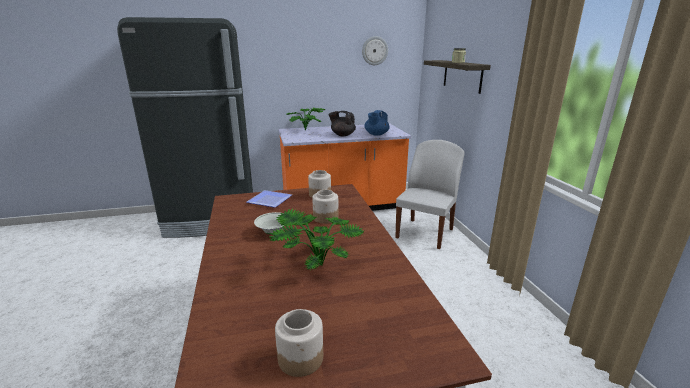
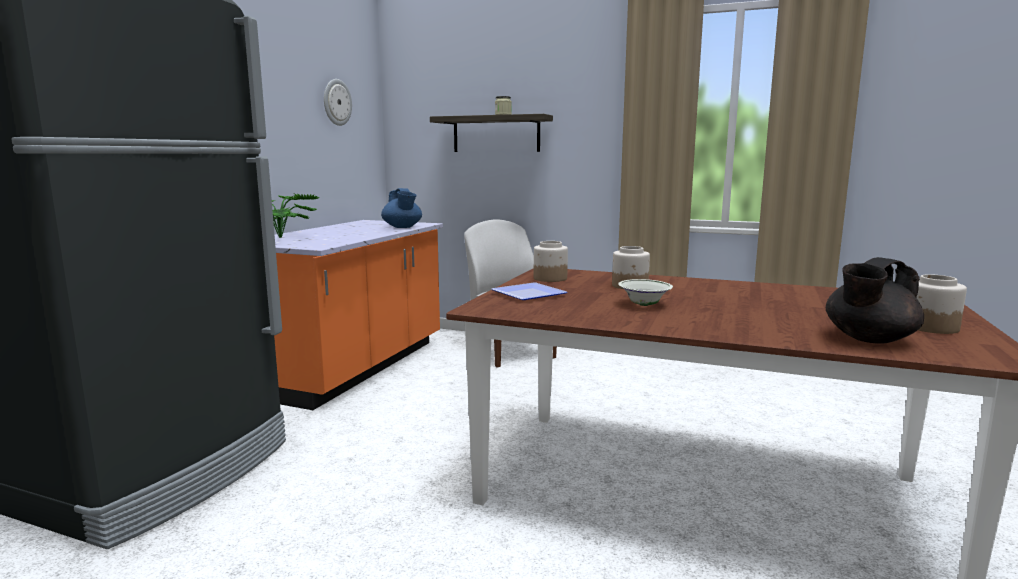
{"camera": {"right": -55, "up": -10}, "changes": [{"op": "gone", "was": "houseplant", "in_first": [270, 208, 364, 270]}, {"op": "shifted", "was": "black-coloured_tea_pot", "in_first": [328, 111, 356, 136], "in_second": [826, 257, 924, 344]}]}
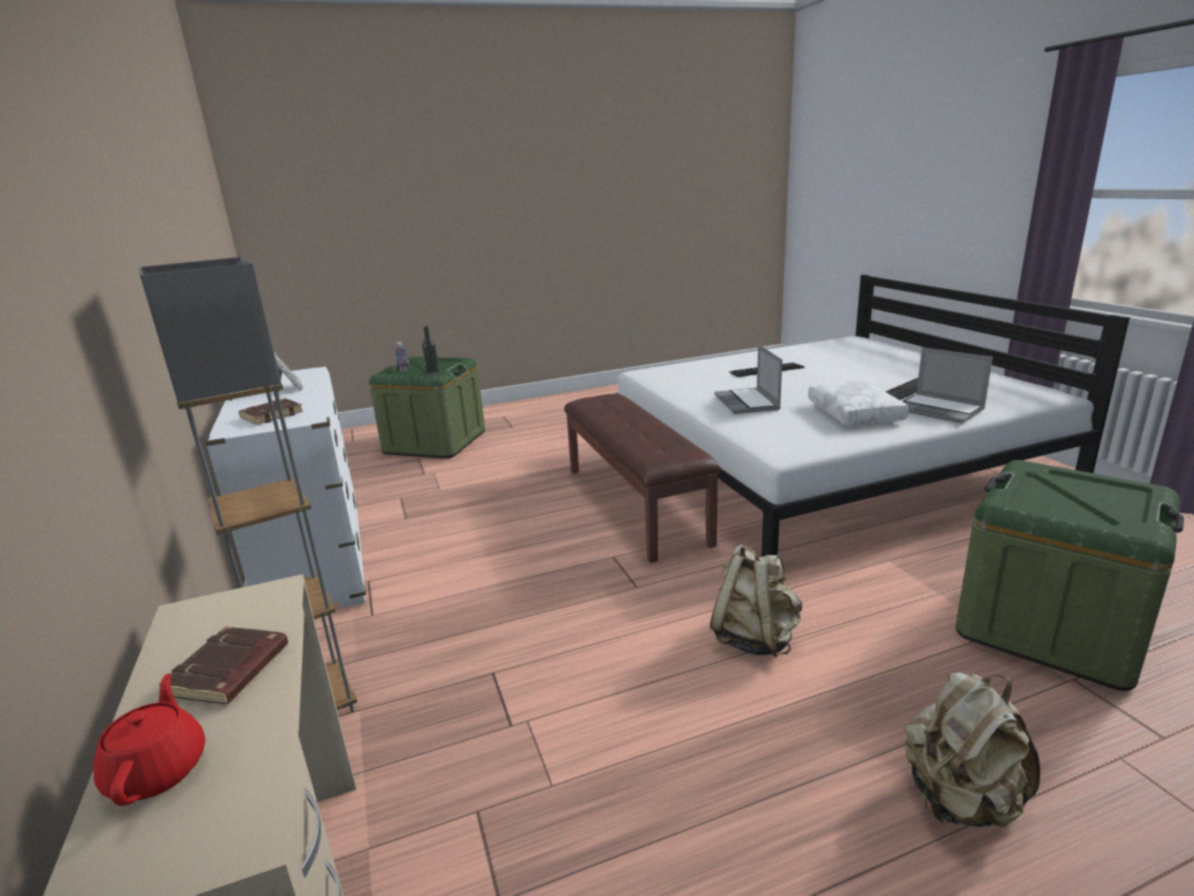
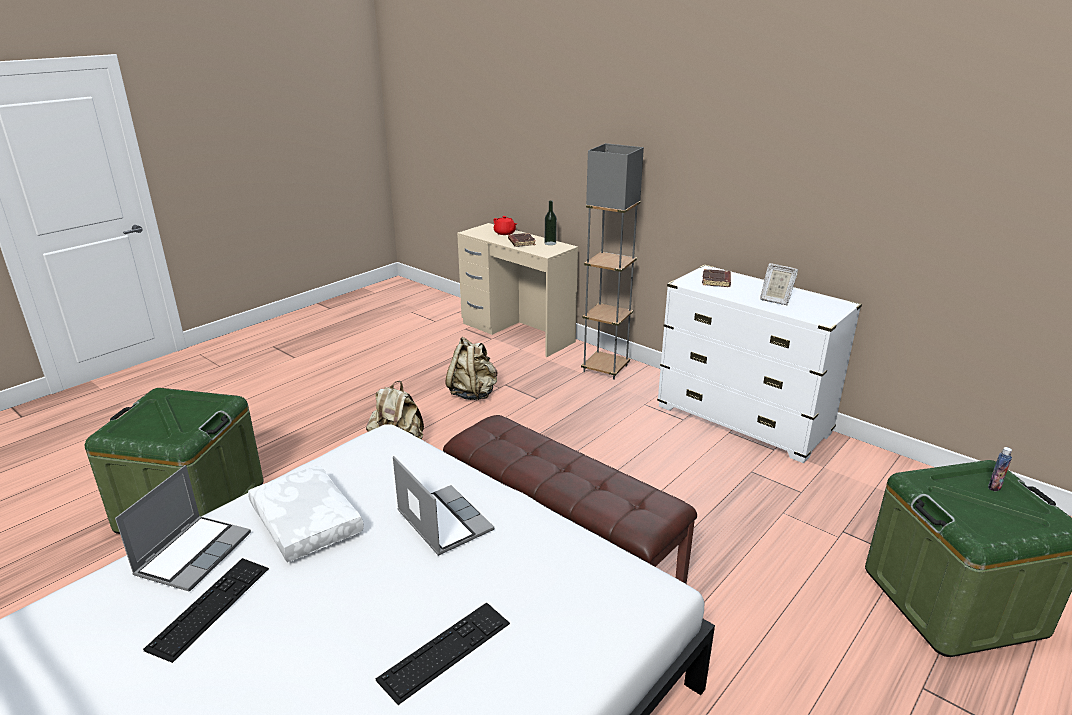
{"camera": {"right": 150, "up": 5}, "changes": [{"op": "shifted", "was": "bottle", "in_first": [422, 326, 439, 376], "in_second": [545, 200, 557, 245]}, {"op": "rotated", "was": "notebook_computer", "in_first": [902, 347, 993, 423], "in_second": [115, 465, 251, 592], "clockwise": 90}, {"op": "shifted", "was": "sand-coloured_knapsack", "in_first": [905, 672, 1040, 828], "in_second": [445, 337, 497, 400]}]}
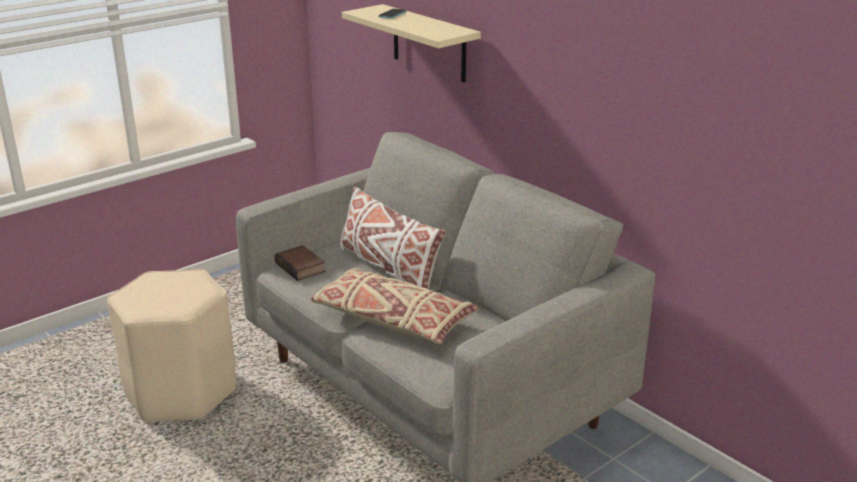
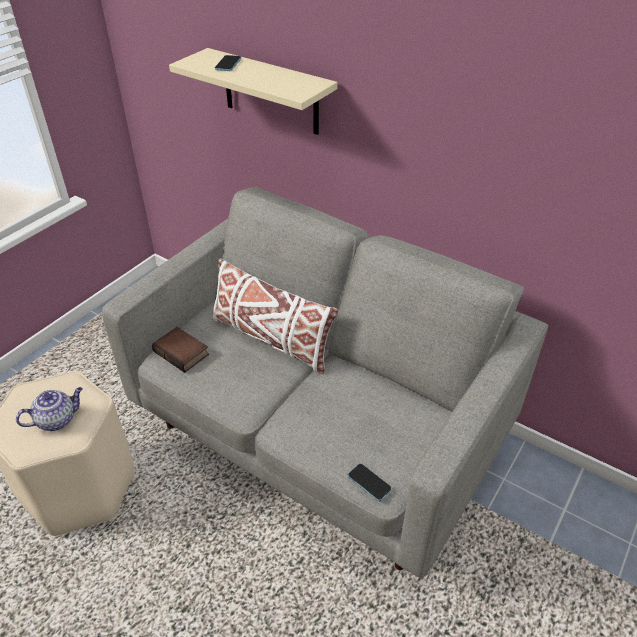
{"camera": {"right": -15, "up": 15}, "changes": [{"op": "gone", "was": "sand-coloured_cushion", "in_first": [311, 268, 479, 344]}, {"op": "new", "now": "tea_pot", "in_second": [16, 387, 83, 431]}, {"op": "new", "now": "telephone", "in_second": [348, 463, 392, 501]}]}
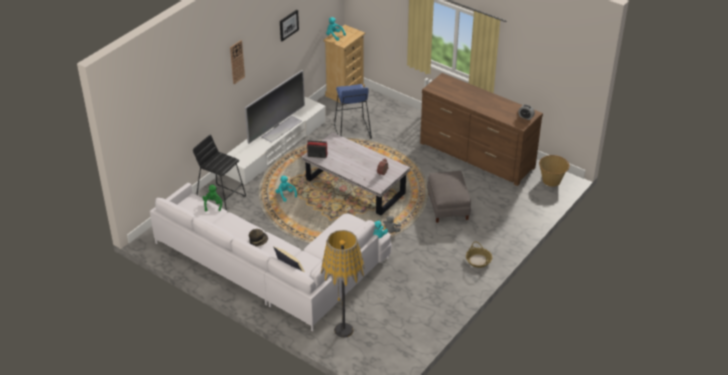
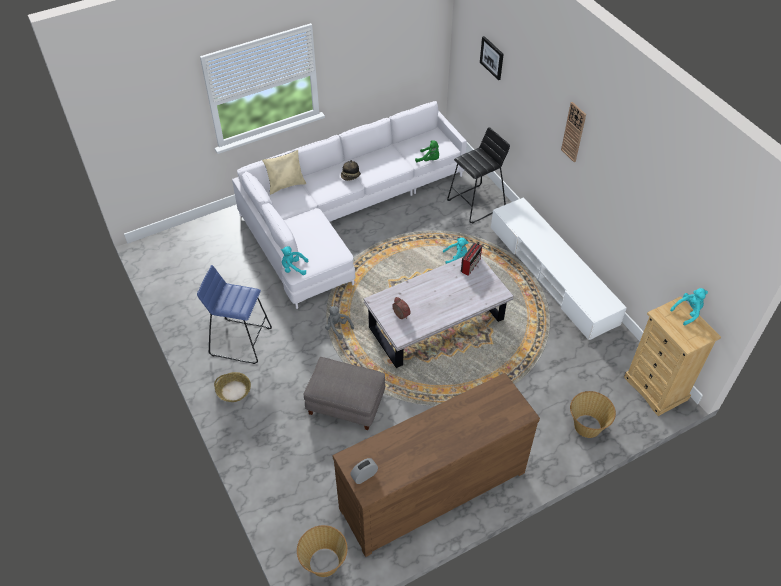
{"camera": {"right": 115, "up": 10}, "changes": [{"op": "gone", "was": "TV_set", "in_first": [245, 70, 305, 144]}, {"op": "shifted", "was": "picture", "in_first": [280, 10, 299, 41], "in_second": [480, 36, 504, 80]}, {"op": "gone", "was": "standing_lamp", "in_first": [320, 230, 365, 338]}, {"op": "shifted", "was": "blue-coloured_sitting_stool", "in_first": [334, 84, 372, 139], "in_second": [197, 265, 272, 364]}, {"op": "new", "now": "basket", "in_second": [570, 391, 616, 438]}]}
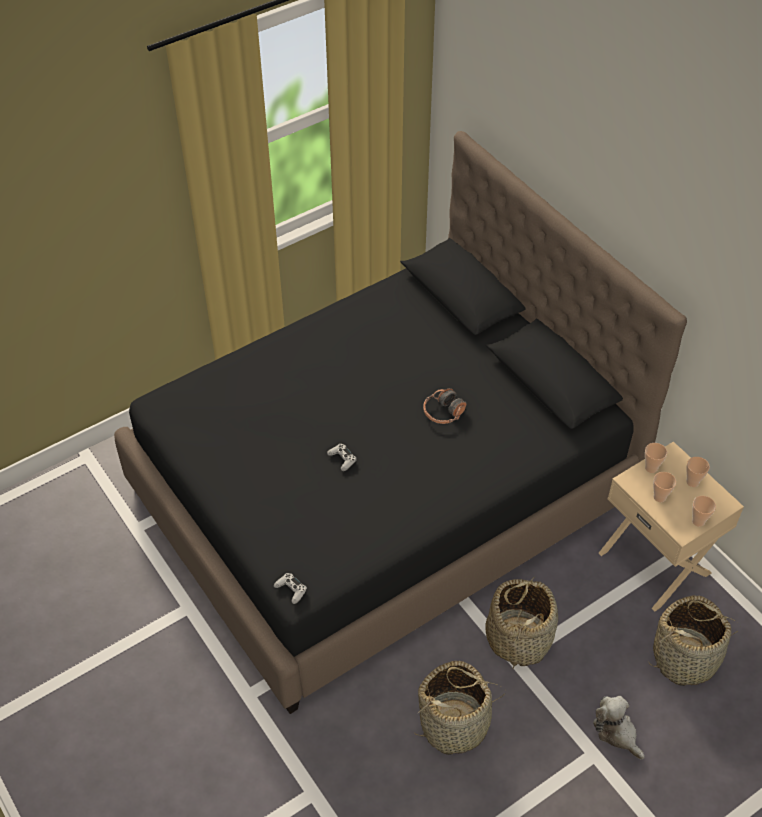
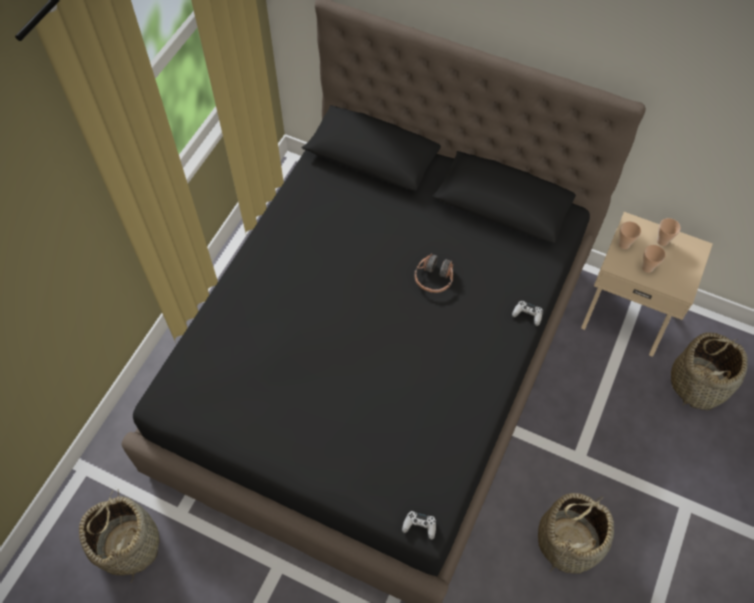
{"camera": {"right": -30, "up": 10}, "changes": [{"op": "shifted", "was": "white-coloured_joypad", "in_first": [327, 444, 357, 471], "in_second": [512, 301, 543, 326]}, {"op": "shifted", "was": "basket", "in_first": [485, 576, 558, 669], "in_second": [79, 490, 159, 583]}, {"op": "gone", "was": "soft_toy", "in_first": [593, 696, 644, 760]}, {"op": "gone", "was": "cup", "in_first": [692, 496, 716, 527]}]}
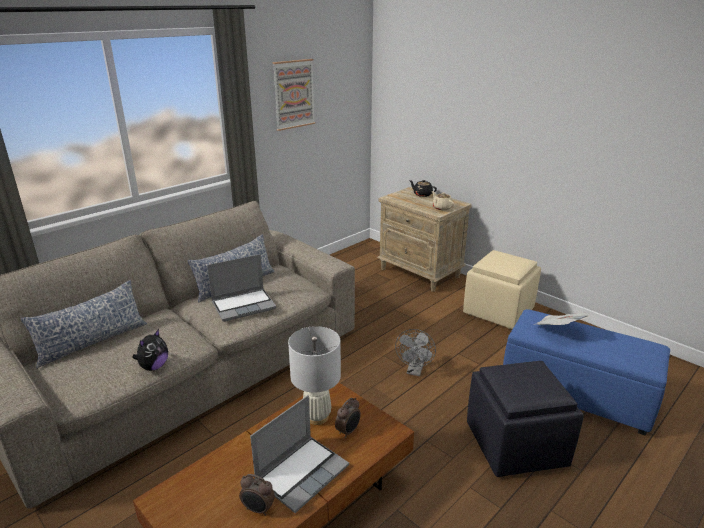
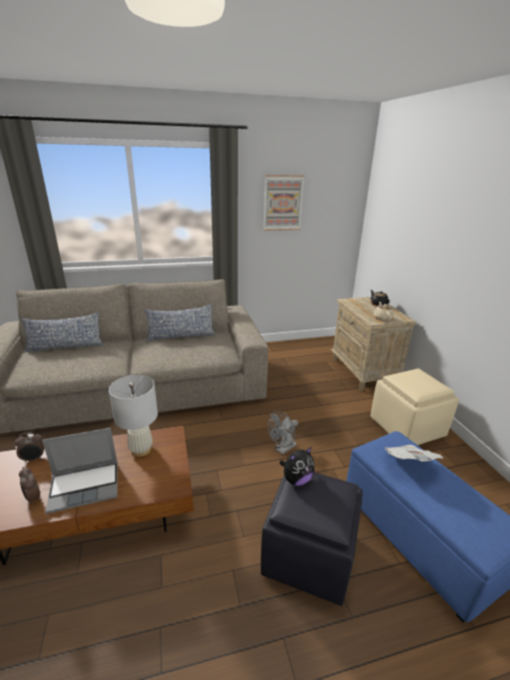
{"camera": {"right": 30, "up": 0}, "changes": [{"op": "shifted", "was": "soft_toy", "in_first": [132, 329, 168, 371], "in_second": [280, 447, 314, 486]}, {"op": "gone", "was": "notebook_computer", "in_first": [207, 254, 276, 322]}, {"op": "shifted", "was": "alarm_clock", "in_first": [335, 398, 361, 438], "in_second": [15, 432, 44, 463]}]}
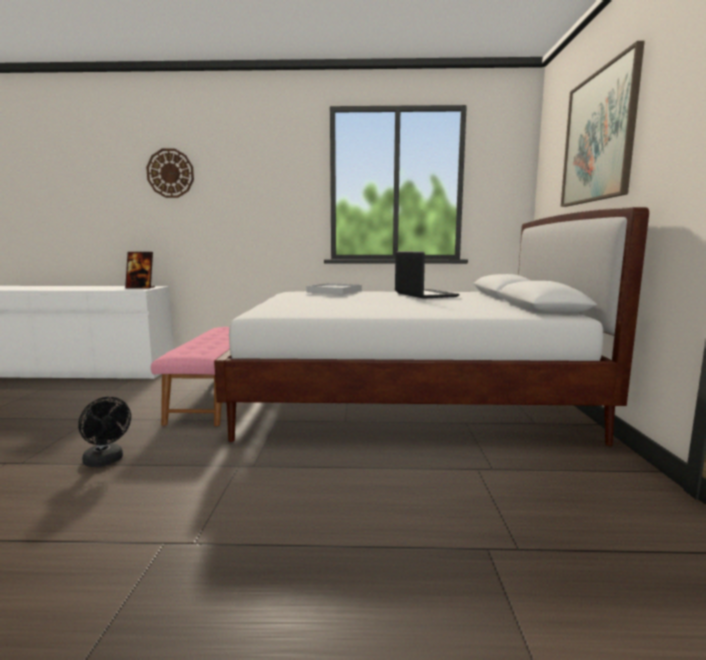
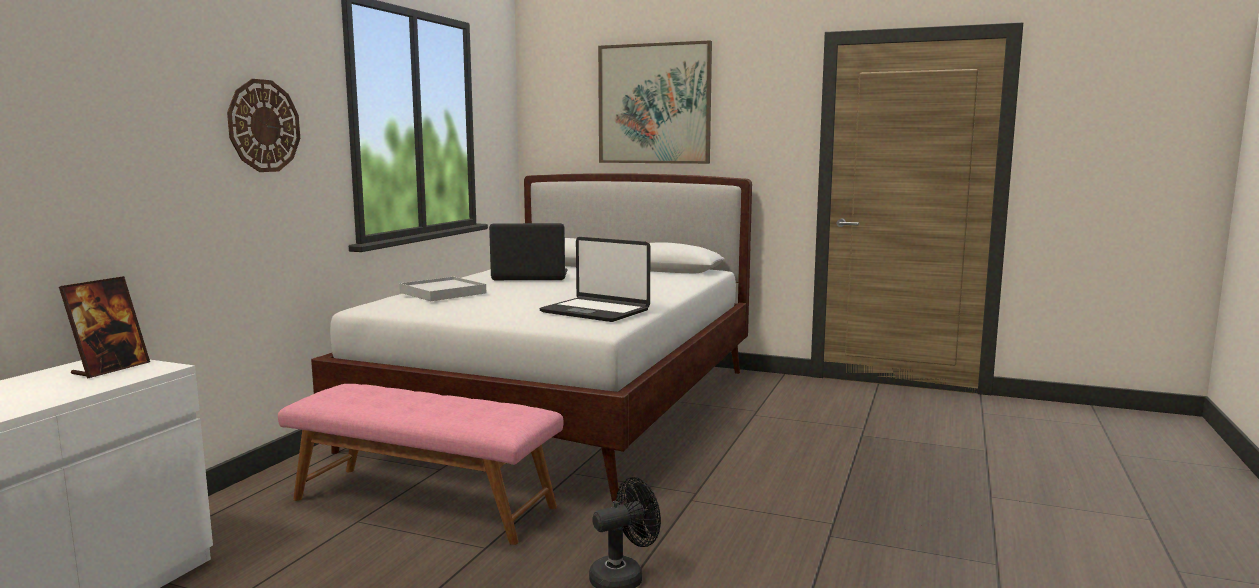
{"camera": {"right": -70, "up": 0}, "changes": [{"op": "shifted", "was": "hanging_clock", "in_first": [146, 148, 194, 198], "in_second": [227, 79, 300, 172]}, {"op": "new", "now": "notebook_computer", "in_second": [539, 237, 650, 322]}]}
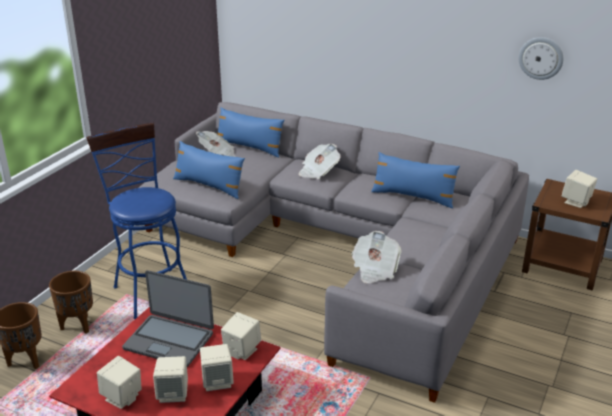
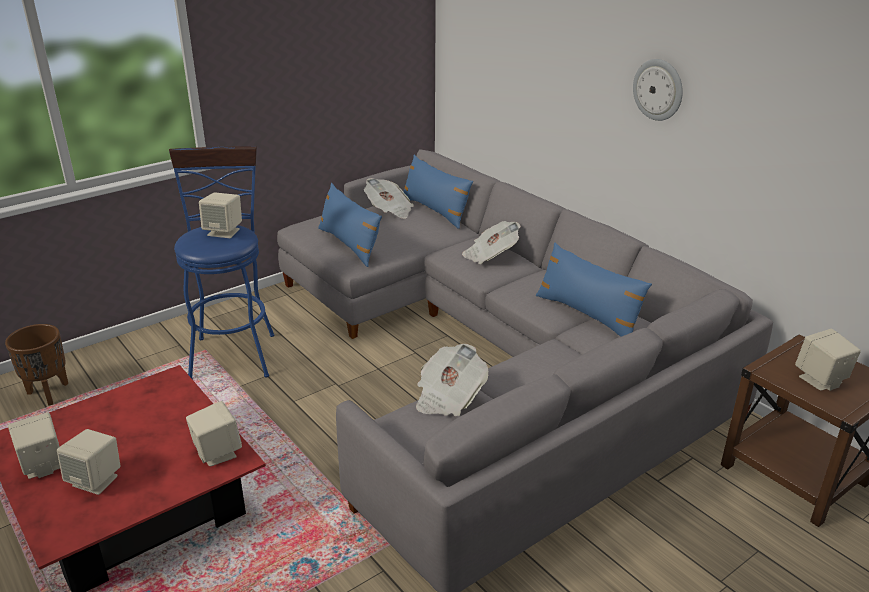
{"camera": {"right": 25, "up": 0}, "changes": [{"op": "gone", "was": "brownish_planter", "in_first": [49, 271, 93, 334]}, {"op": "gone", "was": "notebook_computer", "in_first": [122, 270, 214, 367]}, {"op": "shifted", "was": "sand-coloured_speaker", "in_first": [200, 344, 234, 391], "in_second": [199, 192, 242, 238]}, {"op": "shifted", "was": "hanging_clock", "in_first": [519, 37, 564, 80], "in_second": [633, 59, 683, 121]}]}
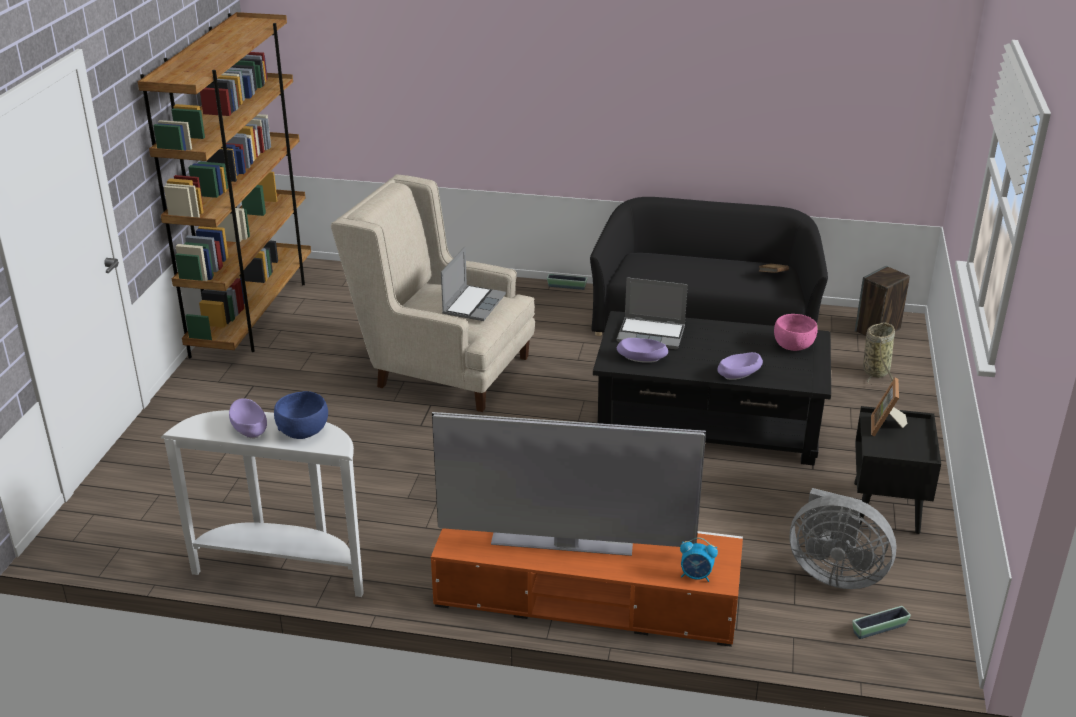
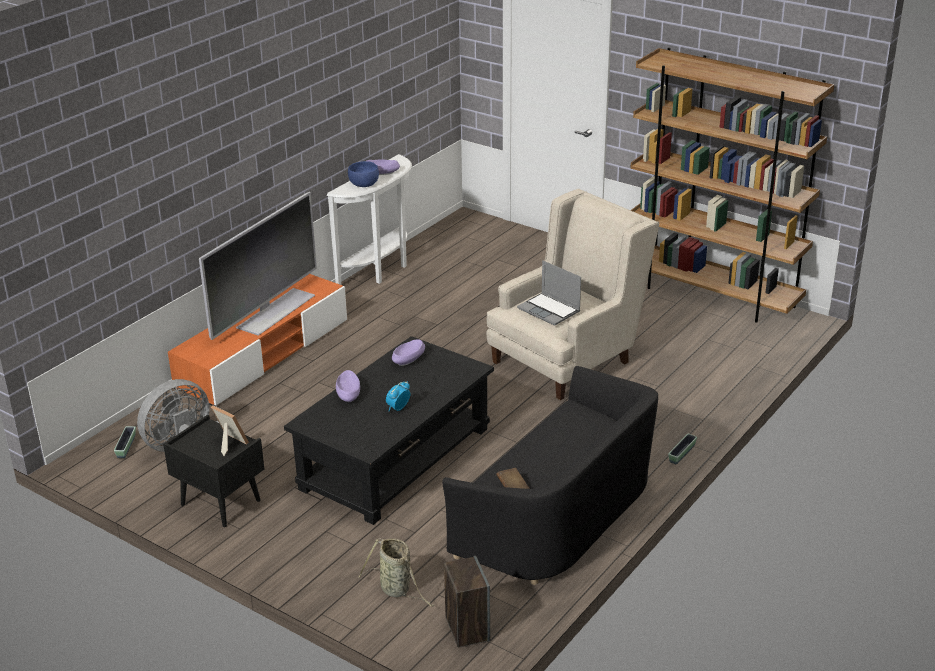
{"camera": {"right": 115, "up": 0}, "changes": [{"op": "gone", "was": "notebook_computer", "in_first": [616, 277, 688, 349]}, {"op": "shifted", "was": "alarm_clock", "in_first": [680, 538, 718, 582], "in_second": [386, 381, 410, 411]}, {"op": "gone", "was": "pinkish_bowl", "in_first": [774, 314, 818, 351]}]}
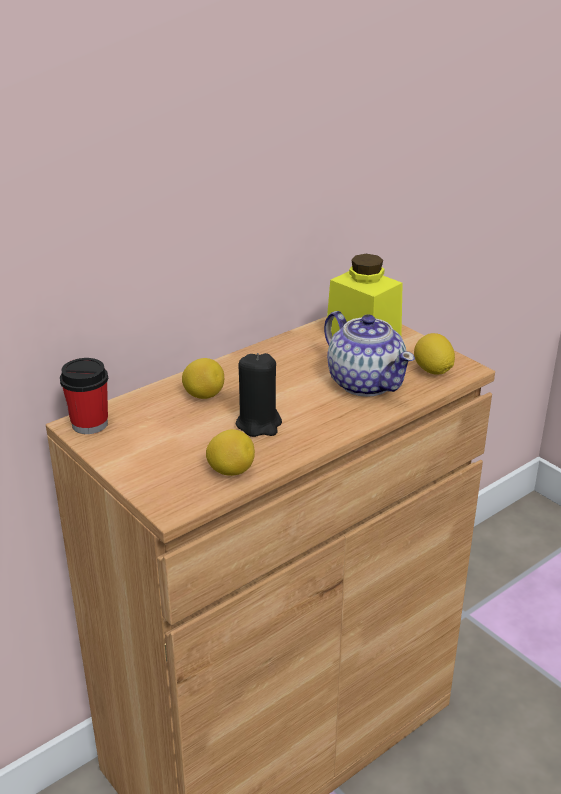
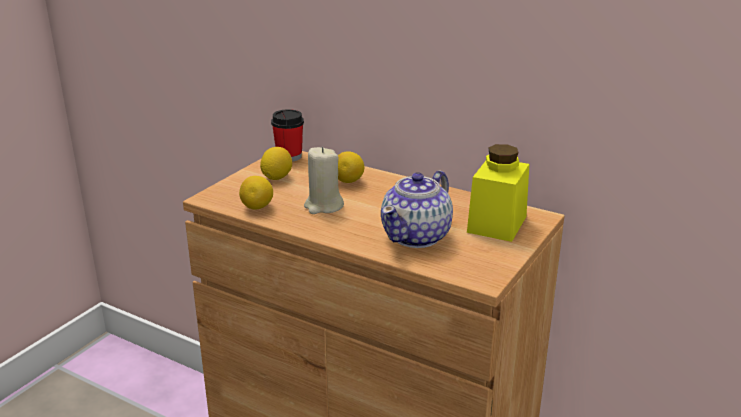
{"camera": {"right": 70, "up": -5}, "changes": [{"op": "repainted", "was": "black-coloured_wax_candle", "now": "sand-coloured_wax_candle", "in_first": [236, 353, 282, 437], "in_second": [304, 147, 344, 214]}, {"op": "shifted", "was": "lemon", "in_first": [414, 333, 455, 374], "in_second": [260, 147, 292, 180]}]}
